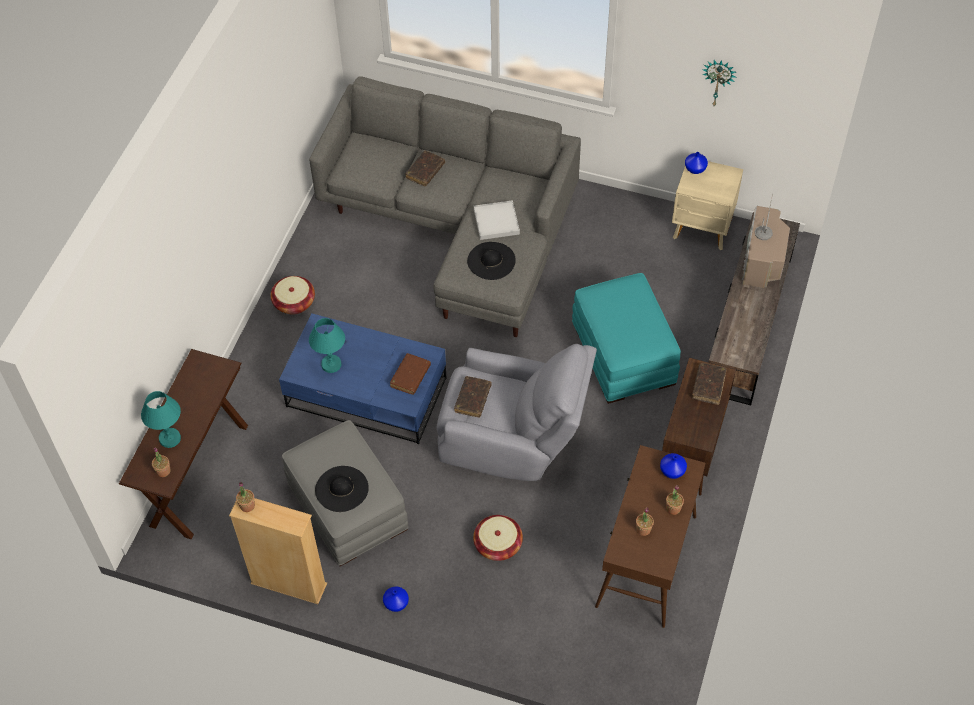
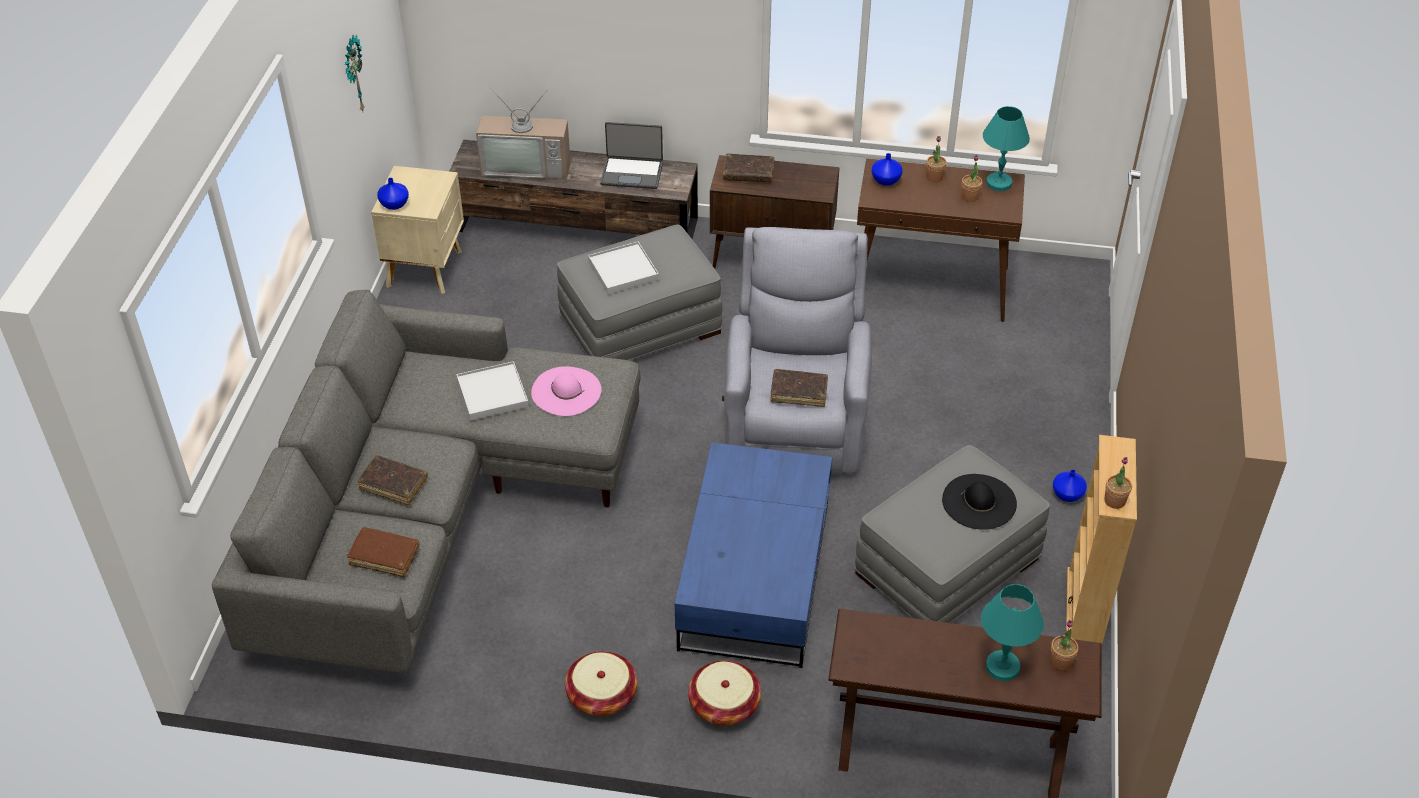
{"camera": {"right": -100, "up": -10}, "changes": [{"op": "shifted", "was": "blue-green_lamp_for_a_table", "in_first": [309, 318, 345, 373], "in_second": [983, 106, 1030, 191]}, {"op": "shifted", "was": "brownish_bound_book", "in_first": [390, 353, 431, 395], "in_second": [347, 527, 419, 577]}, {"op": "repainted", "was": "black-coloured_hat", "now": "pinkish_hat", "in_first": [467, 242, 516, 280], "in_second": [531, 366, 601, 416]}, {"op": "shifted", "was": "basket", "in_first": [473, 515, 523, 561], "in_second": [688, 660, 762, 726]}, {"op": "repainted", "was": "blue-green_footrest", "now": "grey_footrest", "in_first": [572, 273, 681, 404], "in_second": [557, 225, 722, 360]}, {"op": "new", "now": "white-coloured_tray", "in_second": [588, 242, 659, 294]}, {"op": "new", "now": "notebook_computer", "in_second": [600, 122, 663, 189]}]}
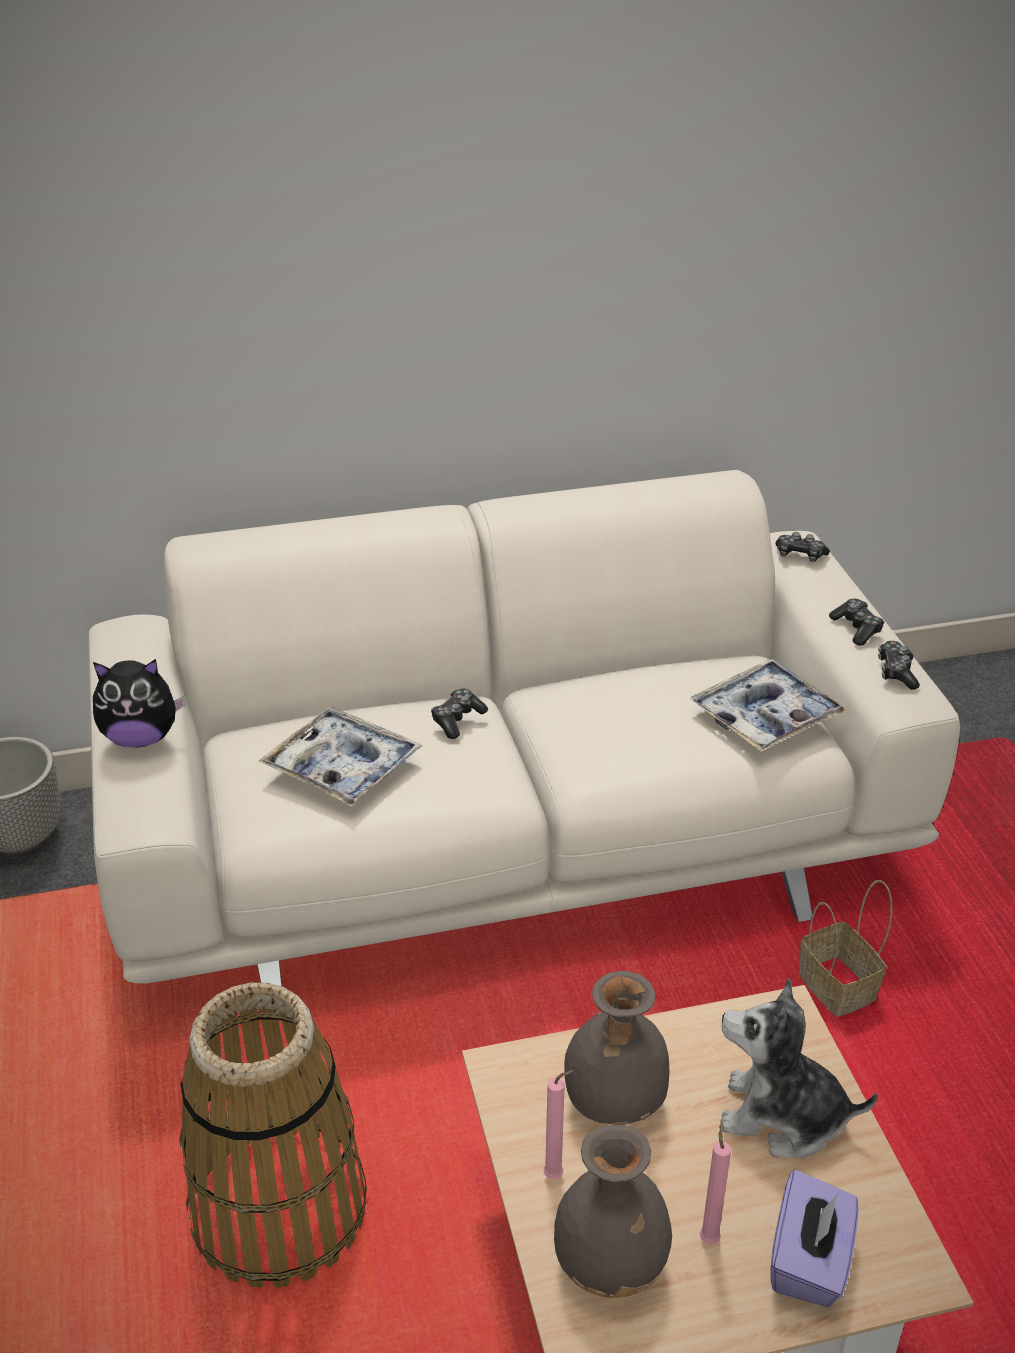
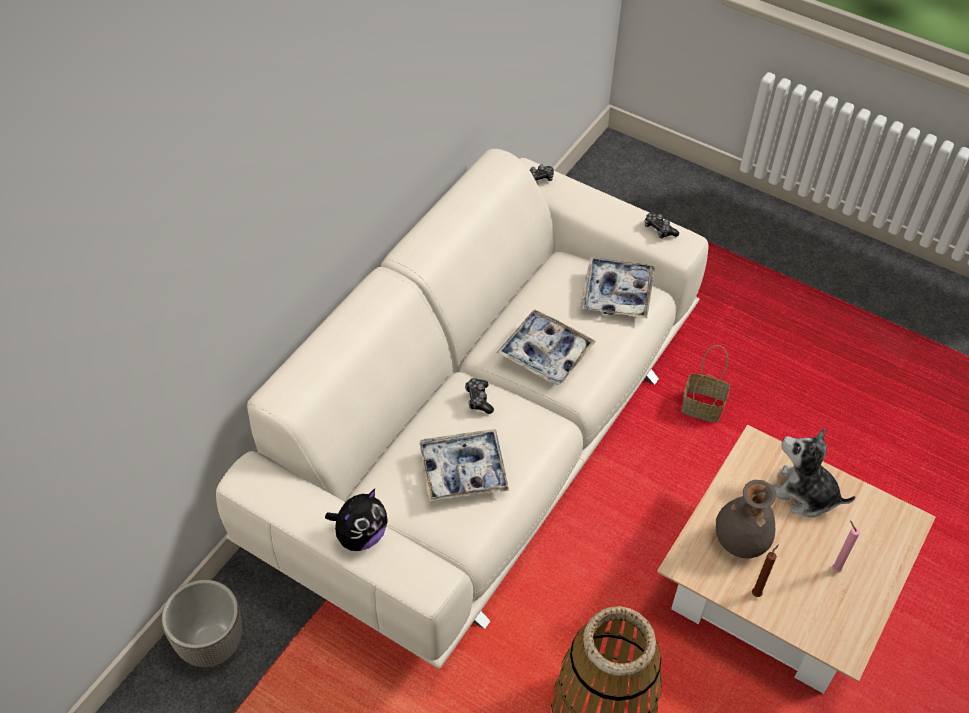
{"camera": {"right": -45, "up": 15}, "changes": [{"op": "repainted", "was": "pinkish_wax_candle", "now": "brownish_wax_candle", "in_first": [543, 1070, 574, 1179], "in_second": [752, 545, 779, 597]}, {"op": "gone", "was": "grey_decorative_vase", "in_first": [554, 1125, 672, 1298]}, {"op": "rotated", "was": "soft_toy", "in_first": [719, 978, 878, 1158], "in_second": [772, 428, 855, 517], "clockwise": 60}, {"op": "gone", "was": "purplish_box_of_tissues", "in_first": [770, 1170, 859, 1307]}, {"op": "gone", "was": "joypad", "in_first": [829, 599, 885, 646]}, {"op": "new", "now": "tray", "in_second": [497, 309, 596, 385]}]}
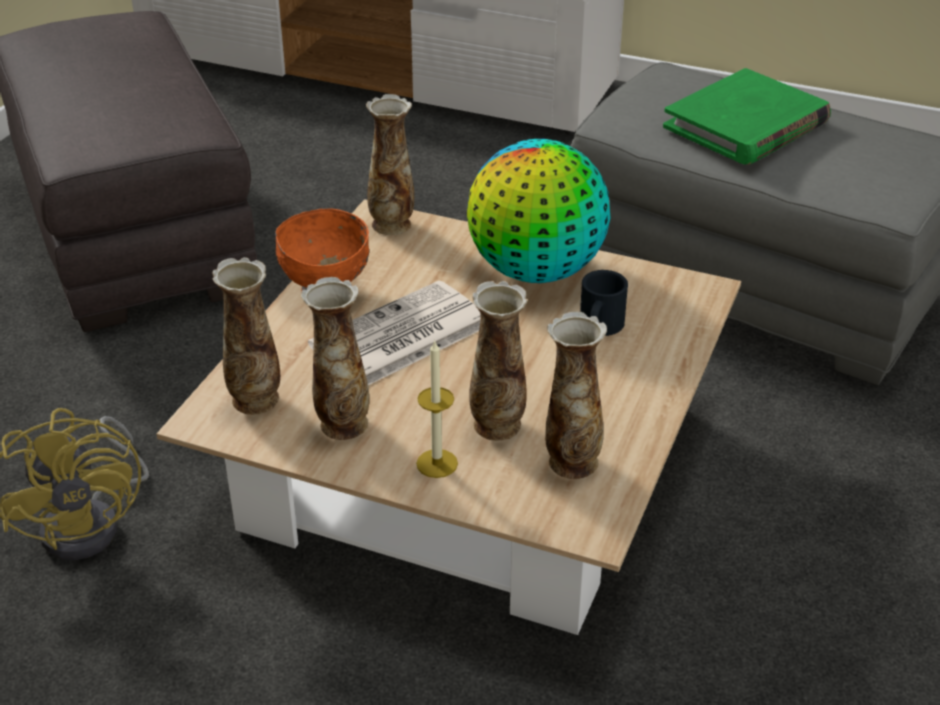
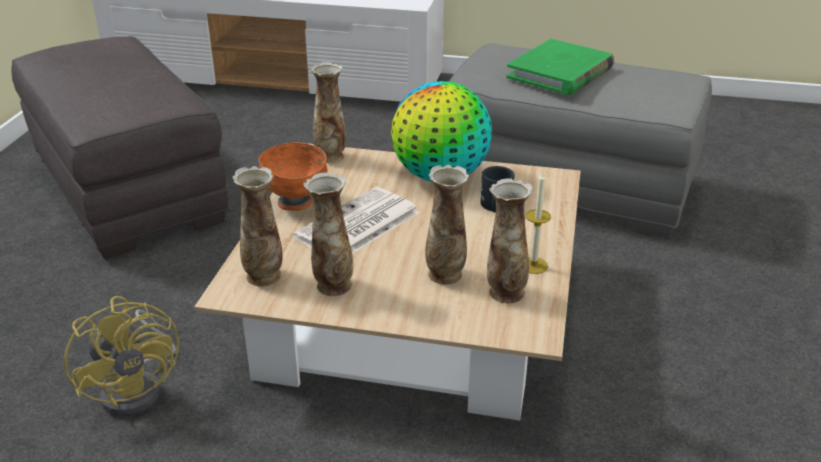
{"camera": {"right": -10, "up": -5}, "changes": [{"op": "shifted", "was": "wax_candle", "in_first": [416, 340, 458, 478], "in_second": [526, 171, 551, 274]}]}
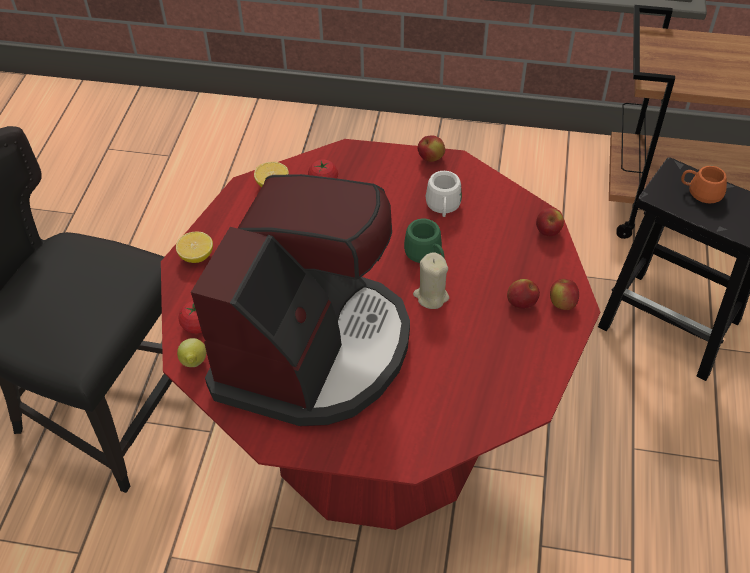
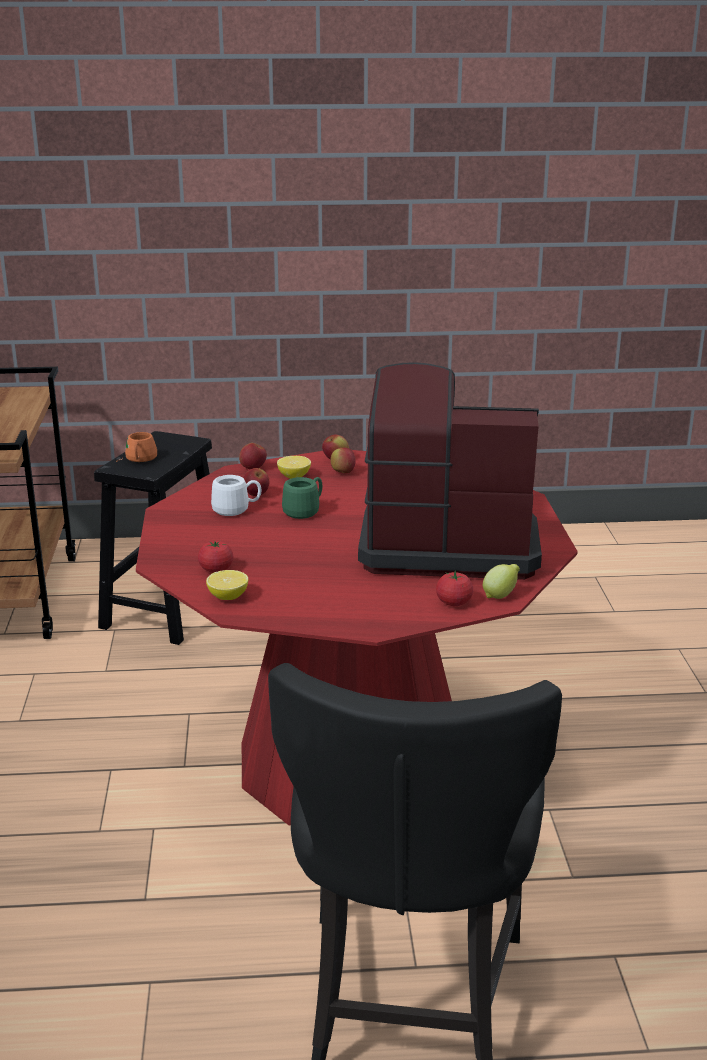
{"camera": {"right": -105, "up": -25}, "changes": [{"op": "shifted", "was": "lemon", "in_first": [176, 231, 213, 263], "in_second": [277, 456, 311, 479]}, {"op": "gone", "was": "sand-coloured_wax_candle", "in_first": [413, 252, 449, 309]}, {"op": "shifted", "was": "apple_fruit", "in_first": [418, 136, 445, 162], "in_second": [243, 468, 269, 496]}]}
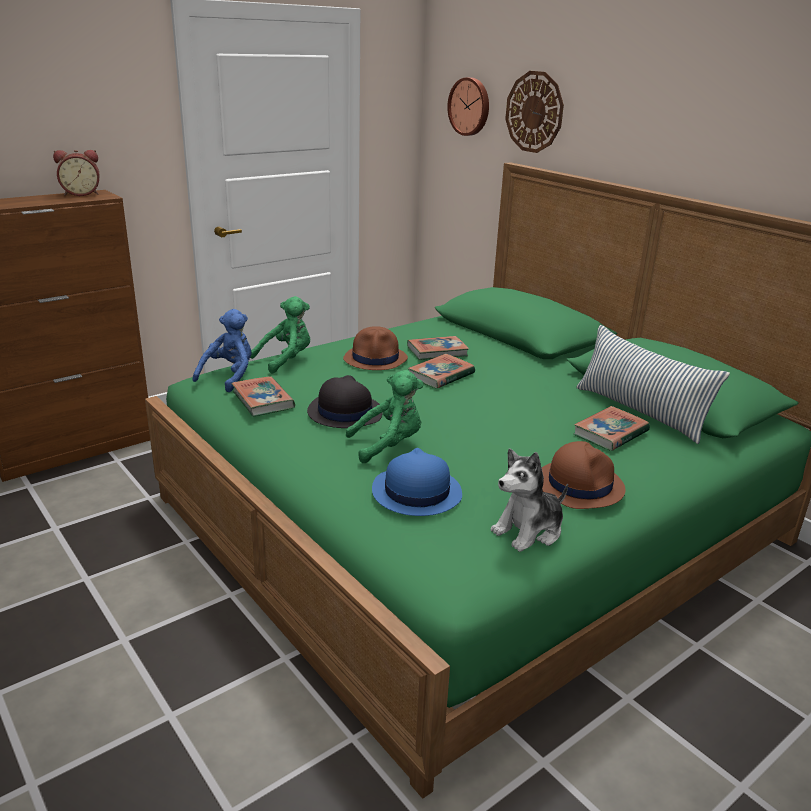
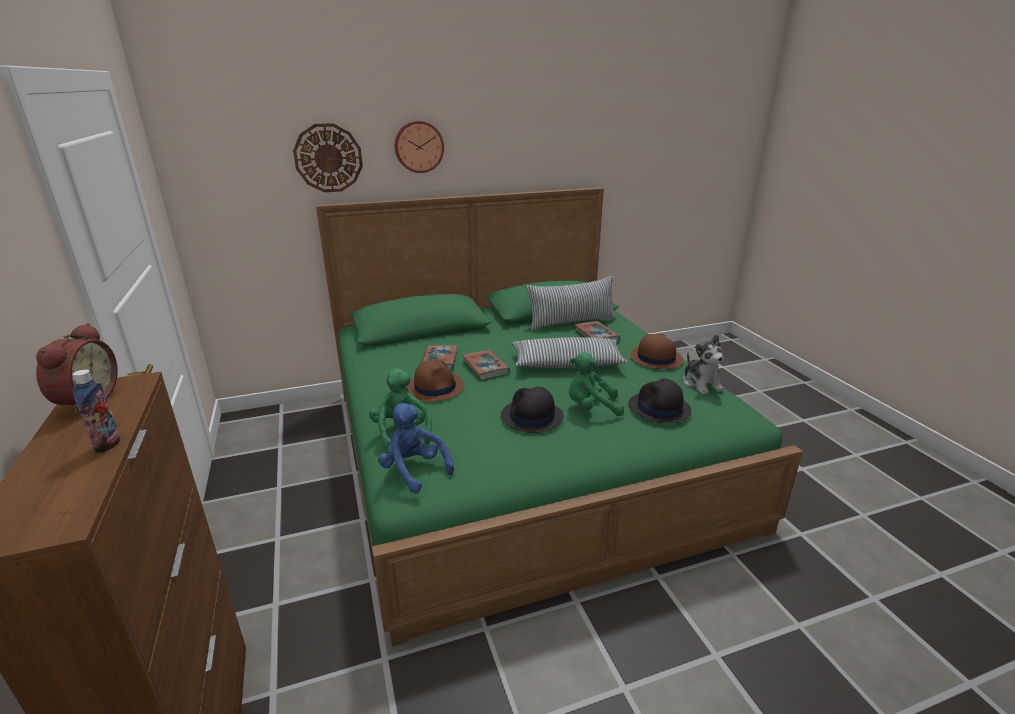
{"camera": {"right": -70, "up": 0}, "changes": [{"op": "gone", "was": "bound_book", "in_first": [231, 376, 295, 417]}, {"op": "rotated", "was": "green_soft_toy", "in_first": [346, 370, 423, 463], "in_second": [568, 352, 624, 416], "clockwise": -90}, {"op": "repainted", "was": "blue-coloured_hat", "now": "black-coloured_hat", "in_first": [372, 448, 462, 516], "in_second": [628, 378, 691, 424]}, {"op": "shifted", "was": "hanging_clock", "in_first": [447, 77, 489, 136], "in_second": [395, 121, 444, 173]}, {"op": "new", "now": "bottle", "in_second": [72, 369, 121, 453]}, {"op": "new", "now": "cushion", "in_second": [512, 337, 627, 368]}]}
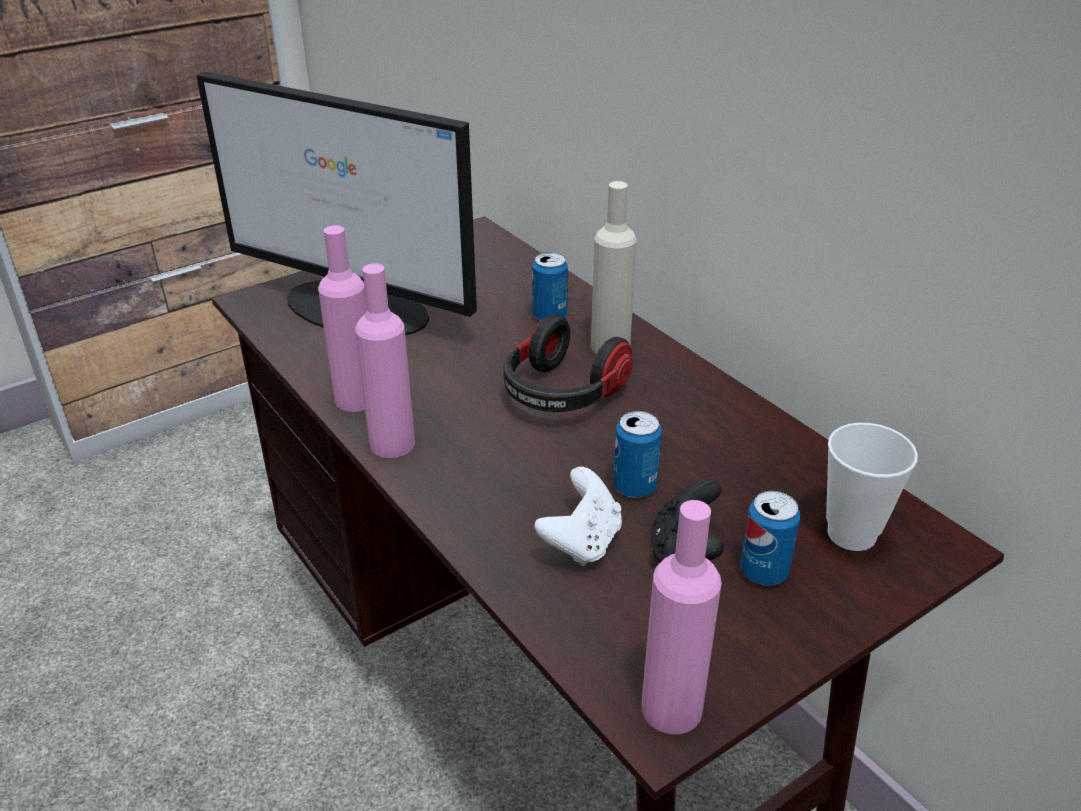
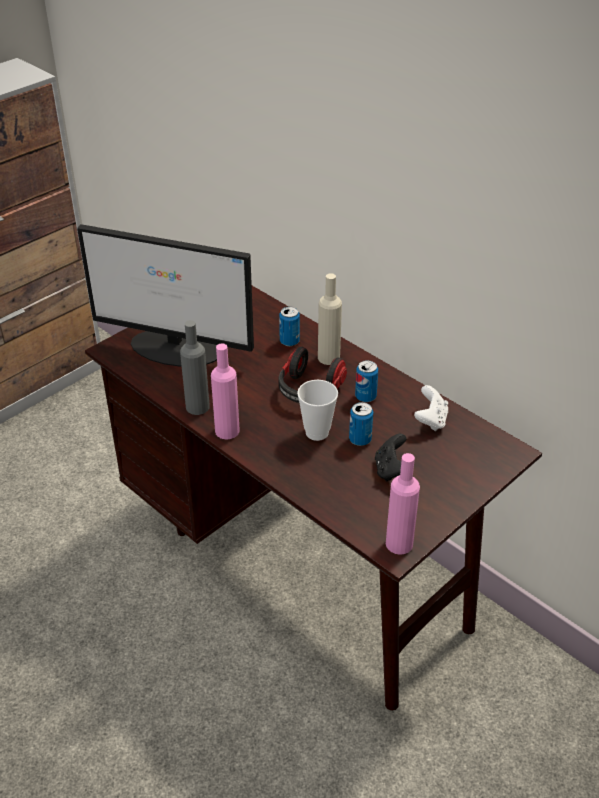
{"camera": {"right": -10, "up": 5}, "changes": [{"op": "repainted", "was": "pinkish_bottle", "now": "grey_bottle", "in_first": [318, 225, 367, 412], "in_second": [180, 320, 210, 415]}, {"op": "shifted", "was": "white-coloured_joypad", "in_first": [534, 467, 622, 566], "in_second": [414, 385, 448, 431]}, {"op": "shifted", "was": "metal_can", "in_first": [740, 491, 800, 586], "in_second": [355, 360, 378, 402]}, {"op": "shifted", "was": "cup", "in_first": [826, 423, 918, 551], "in_second": [297, 380, 338, 441]}]}
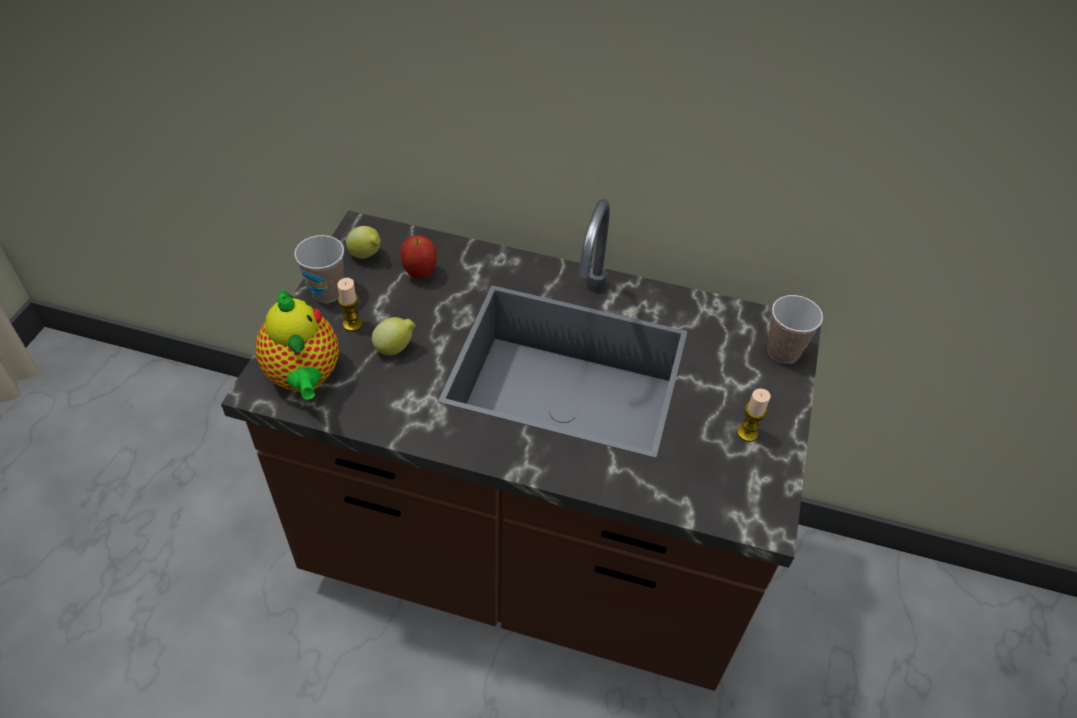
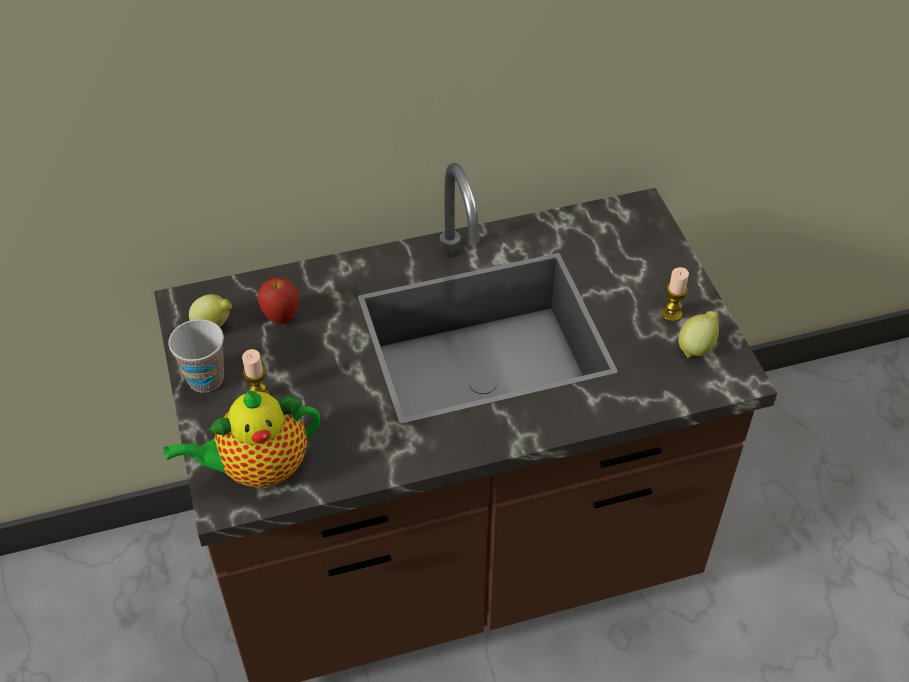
{"camera": {"right": -30, "up": 0}, "changes": [{"op": "rotated", "was": "tea_pot", "in_first": [256, 287, 339, 400], "in_second": [164, 391, 320, 488], "clockwise": 120}, {"op": "shifted", "was": "lemon", "in_first": [372, 317, 416, 356], "in_second": [679, 311, 719, 358]}, {"op": "gone", "was": "cup", "in_first": [767, 295, 823, 363]}]}
